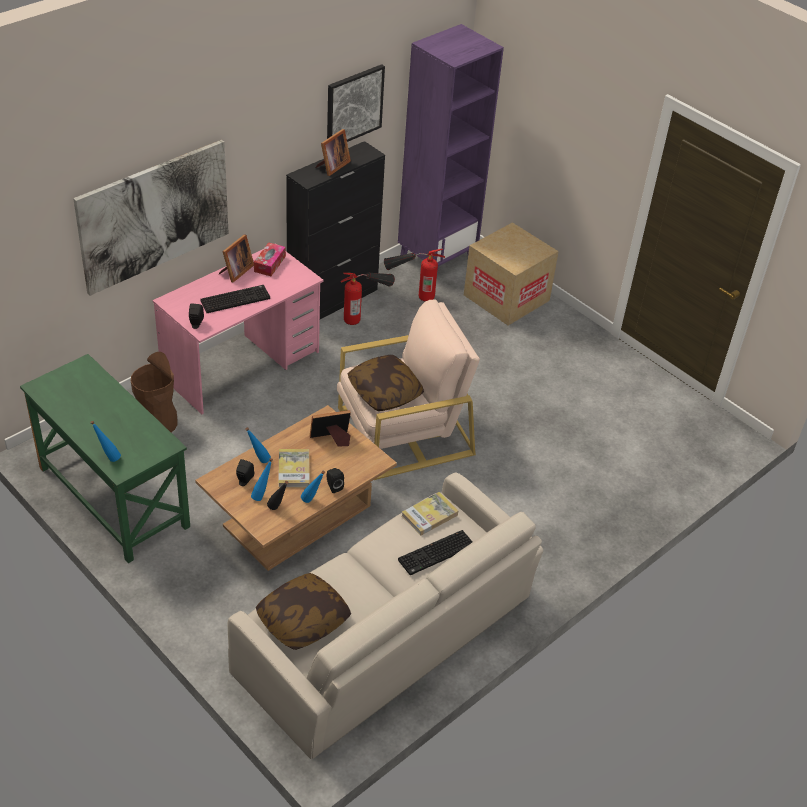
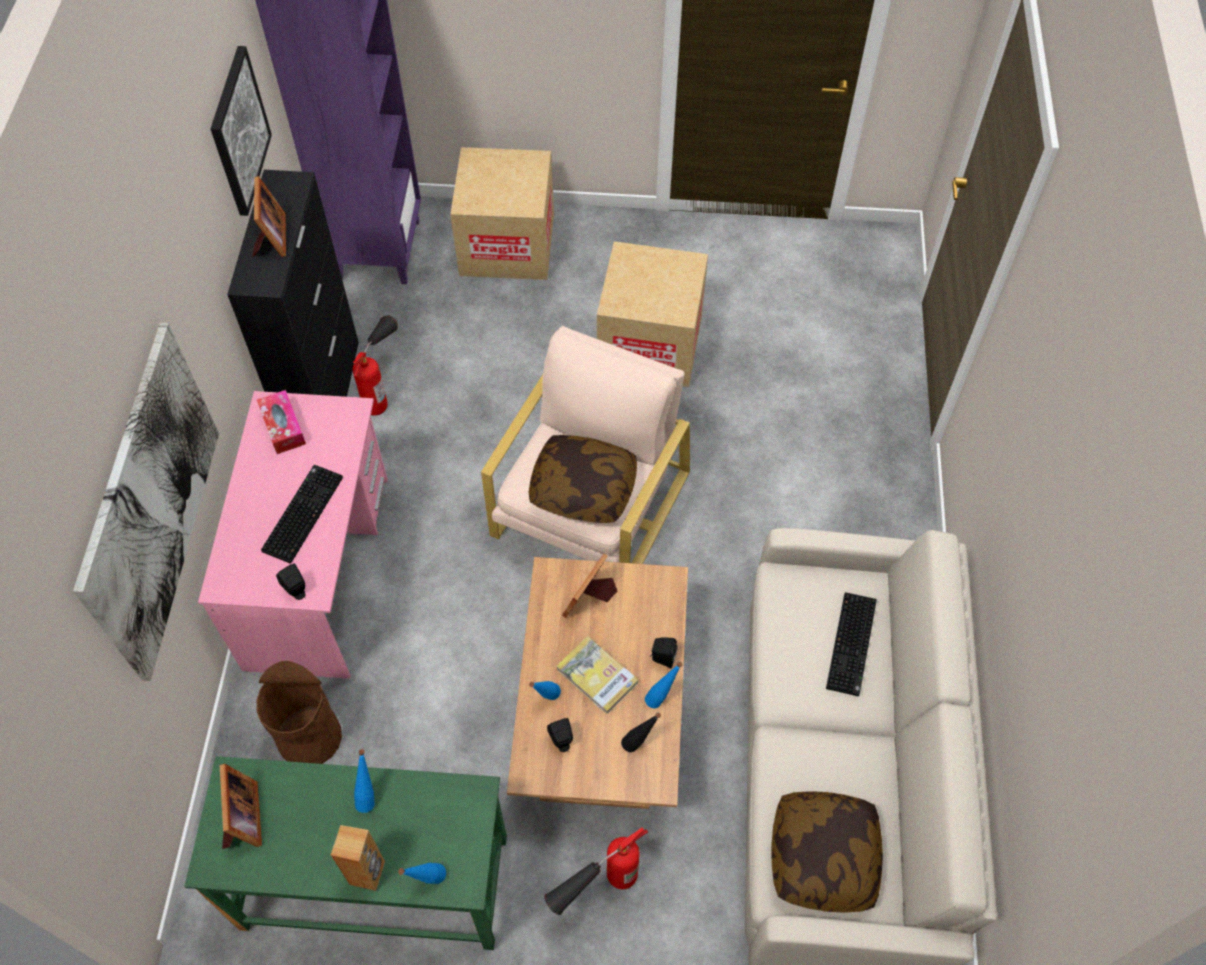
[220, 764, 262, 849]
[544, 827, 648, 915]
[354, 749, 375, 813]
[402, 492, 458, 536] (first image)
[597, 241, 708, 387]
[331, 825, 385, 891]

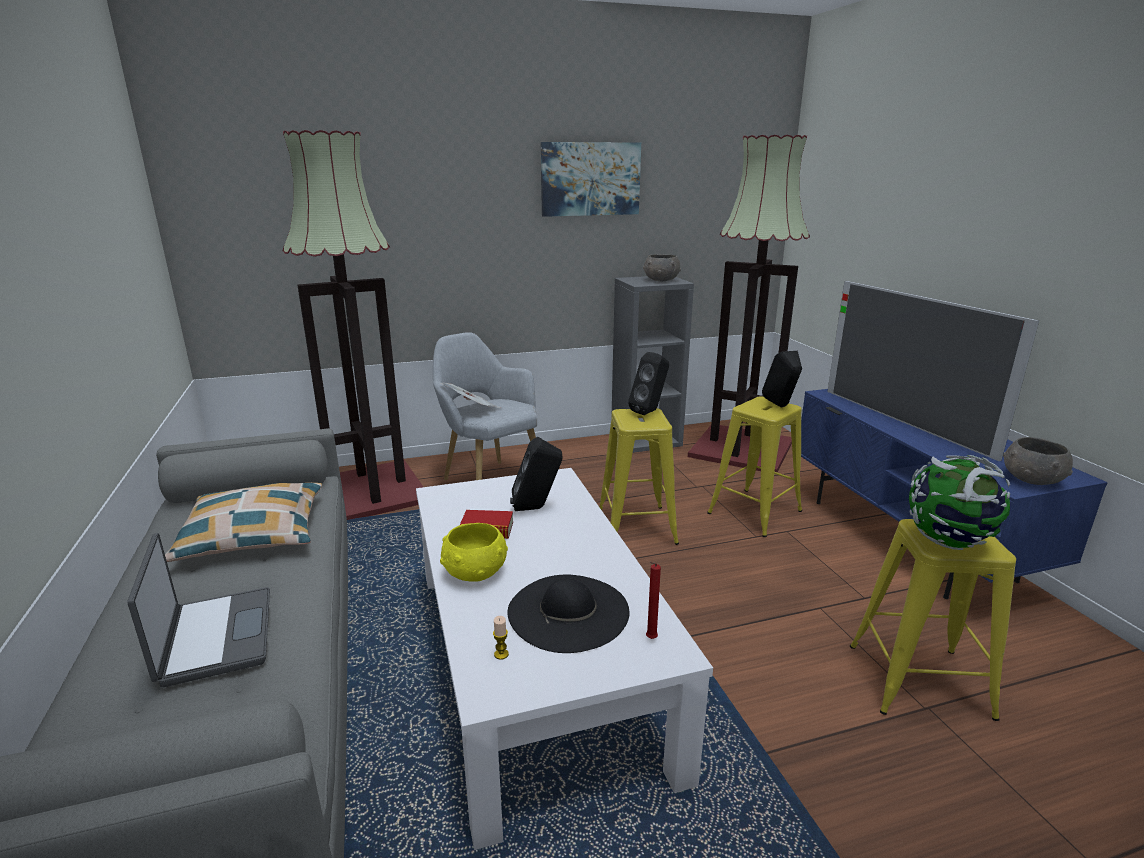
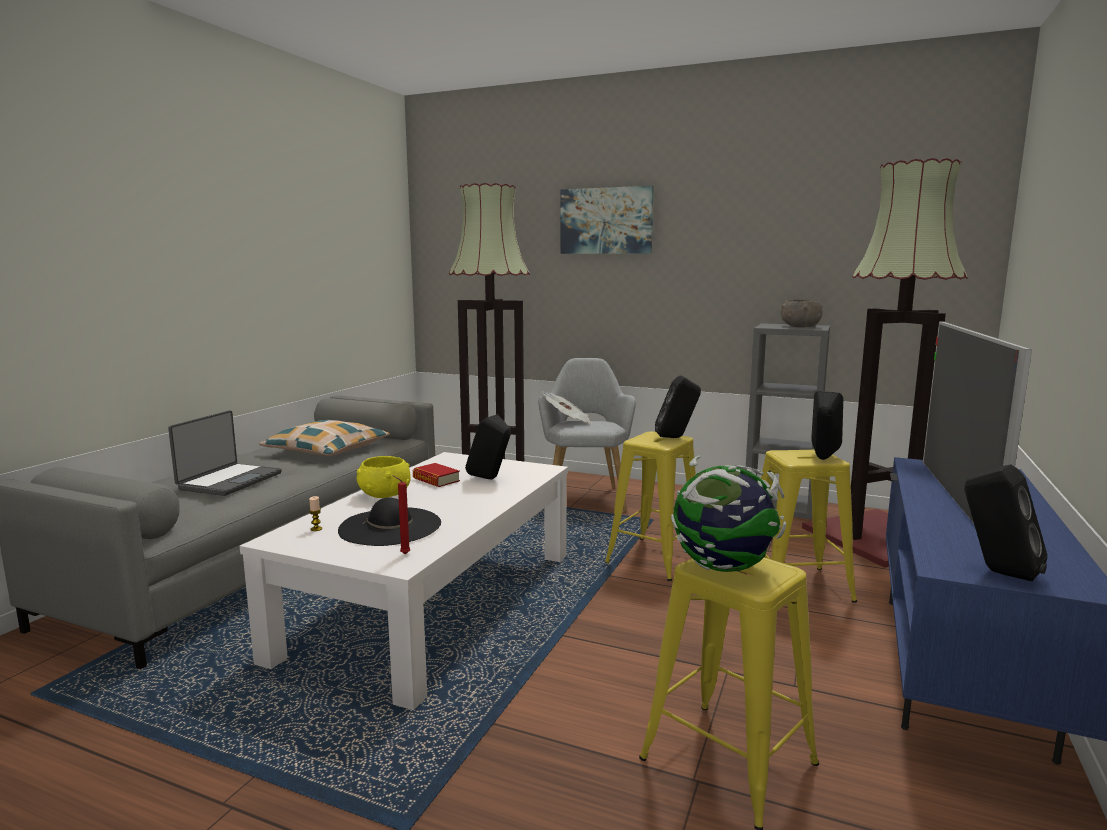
[560, 186, 654, 254]
[965, 464, 1048, 581]

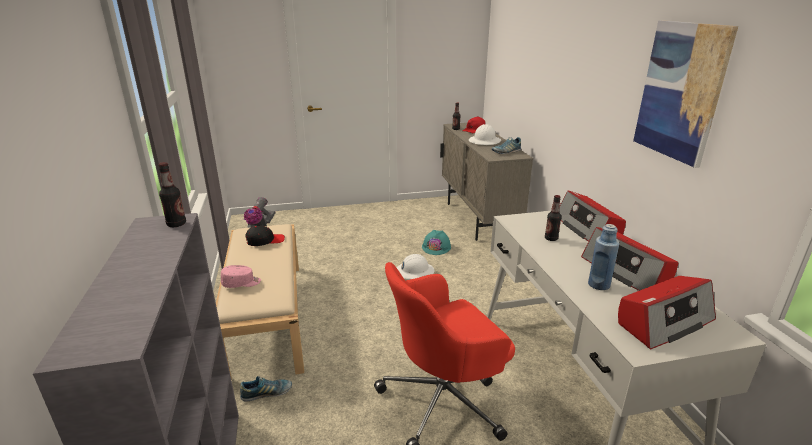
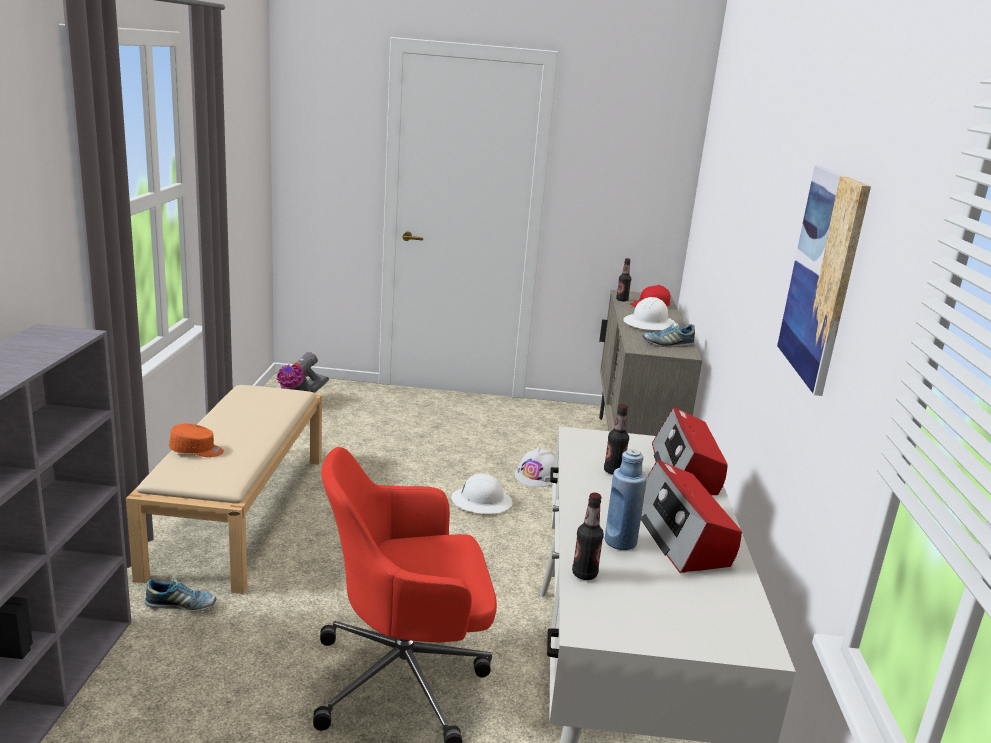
[572, 493, 604, 580]
[245, 225, 285, 246] (first image)
[515, 447, 555, 487]
[169, 423, 224, 457]
[618, 276, 716, 349] (first image)

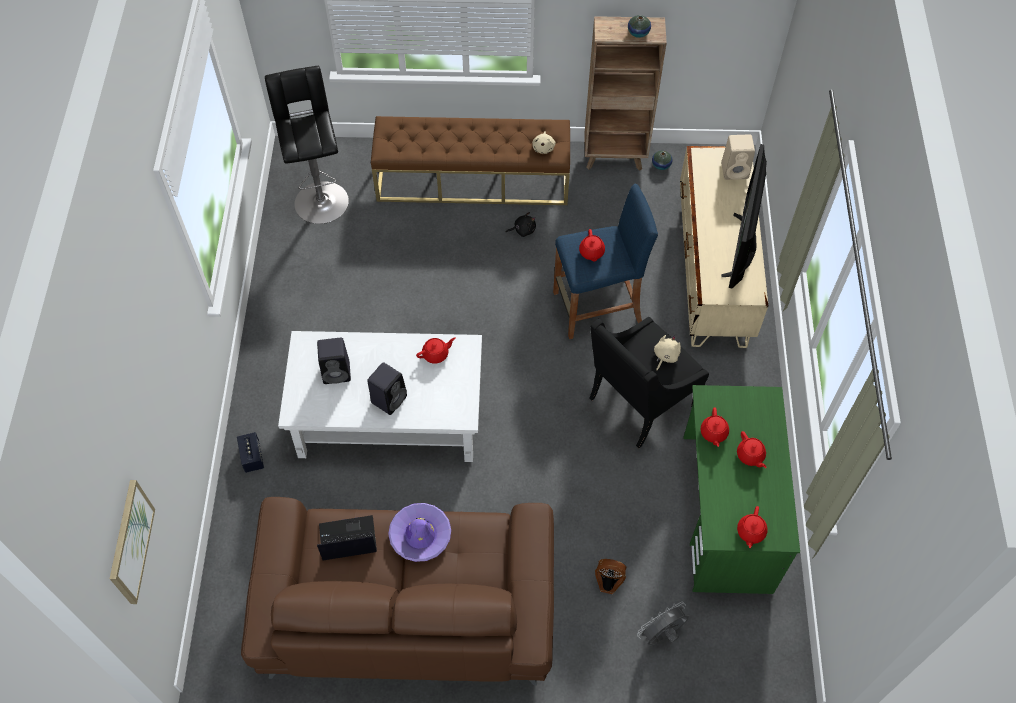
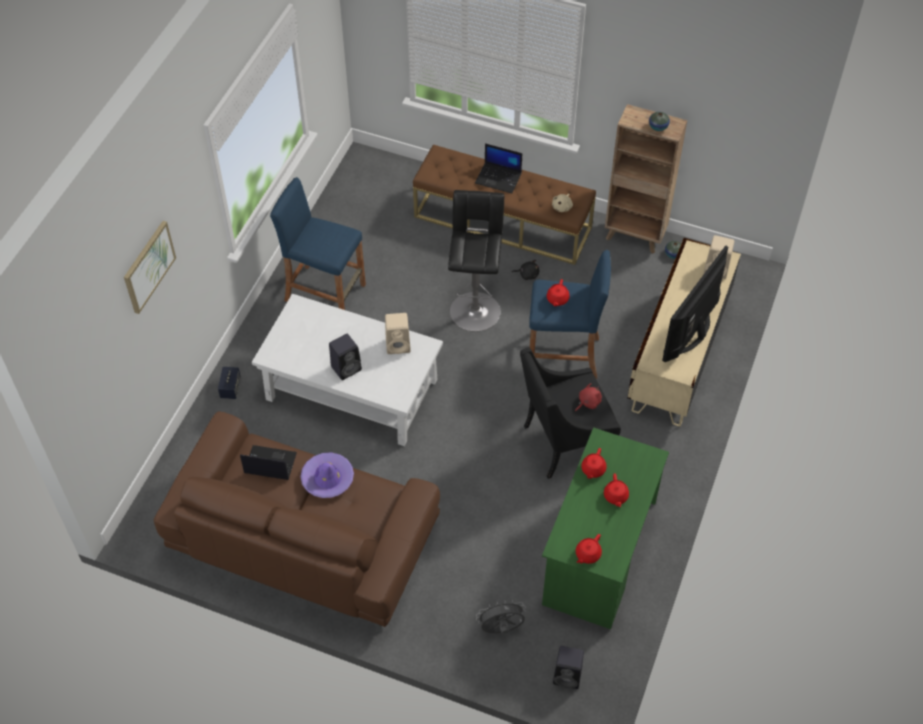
[448, 190, 504, 332]
[575, 383, 602, 411]
[385, 313, 411, 354]
[553, 646, 584, 689]
[124, 221, 176, 314]
[595, 559, 626, 594] (first image)
[475, 143, 522, 193]
[270, 177, 366, 310]

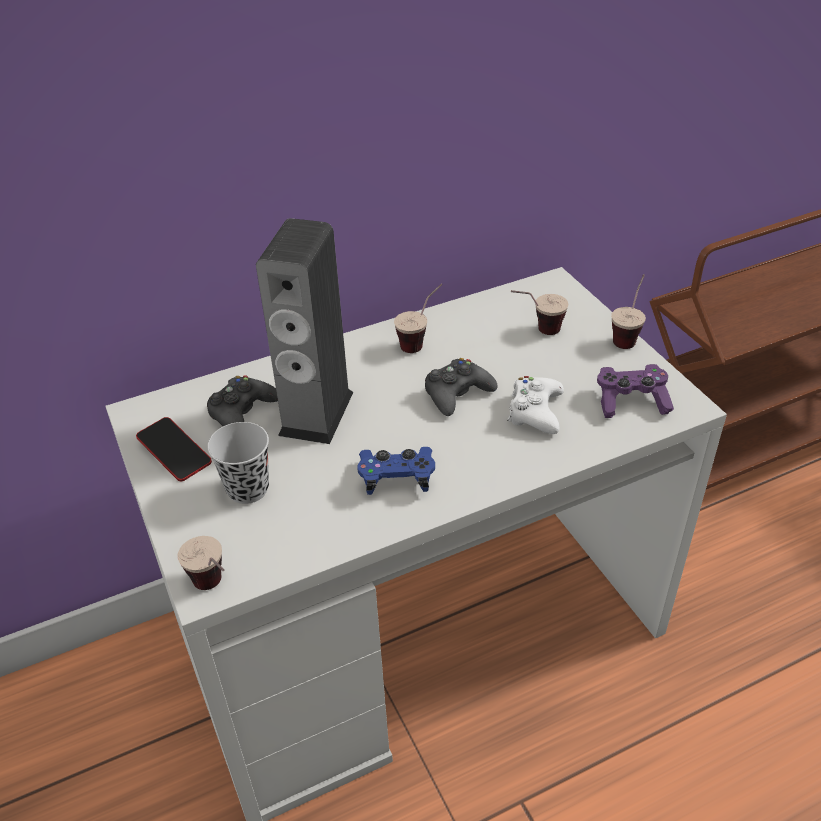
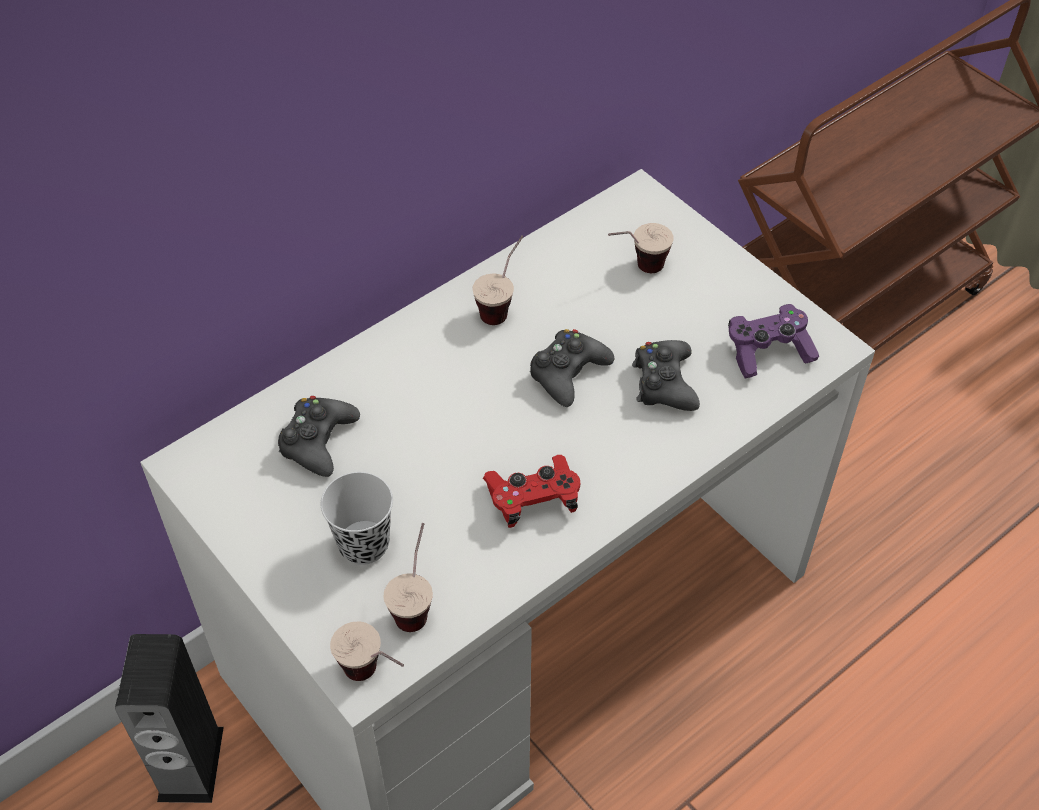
[115, 634, 224, 803]
[384, 523, 433, 632]
[632, 340, 700, 411]
[136, 417, 212, 481] (first image)
[483, 455, 580, 528]

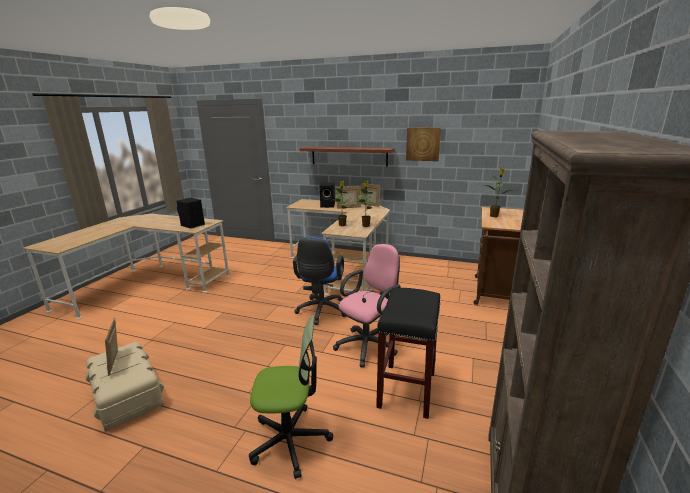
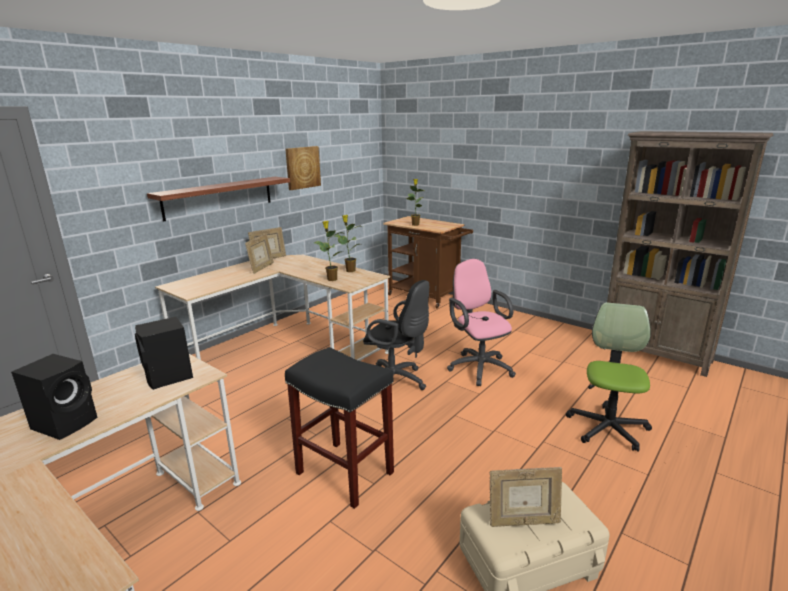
[11, 354, 97, 440]
[363, 280, 429, 390]
[285, 347, 394, 509]

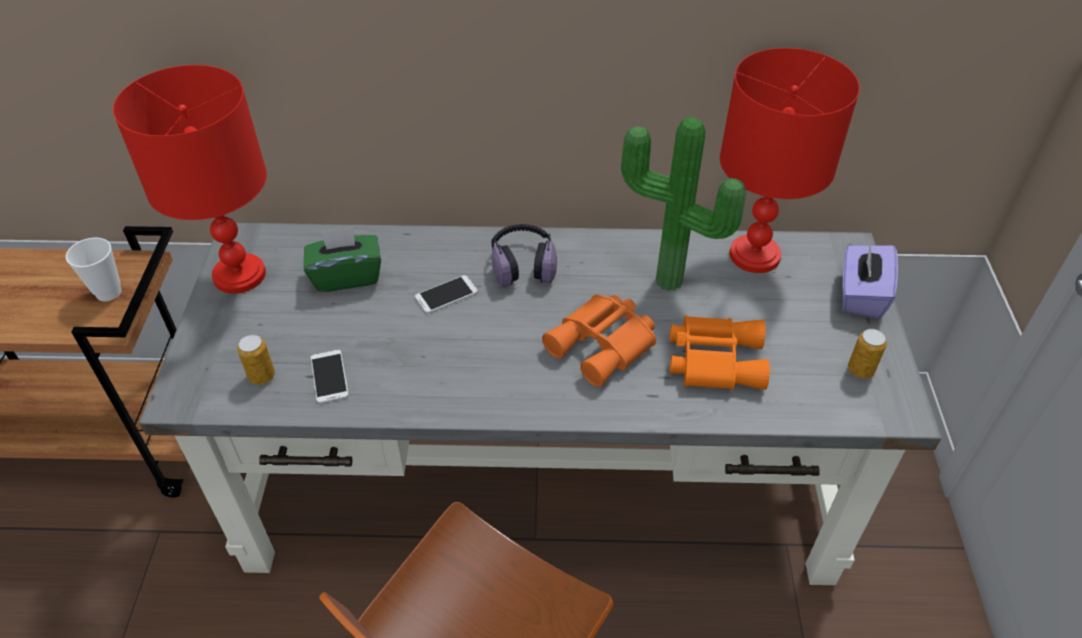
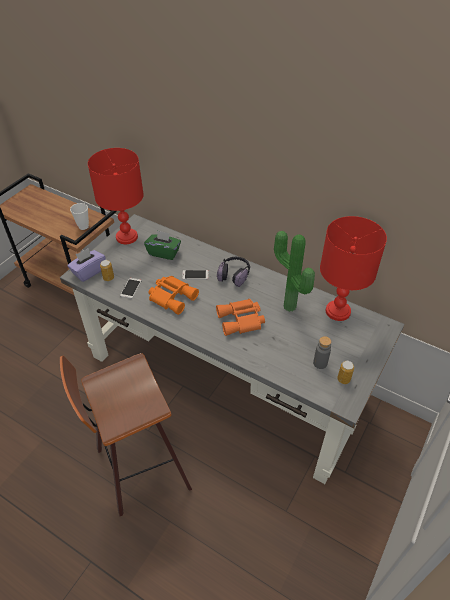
[67, 248, 106, 282]
[149, 276, 199, 315]
[313, 336, 331, 369]

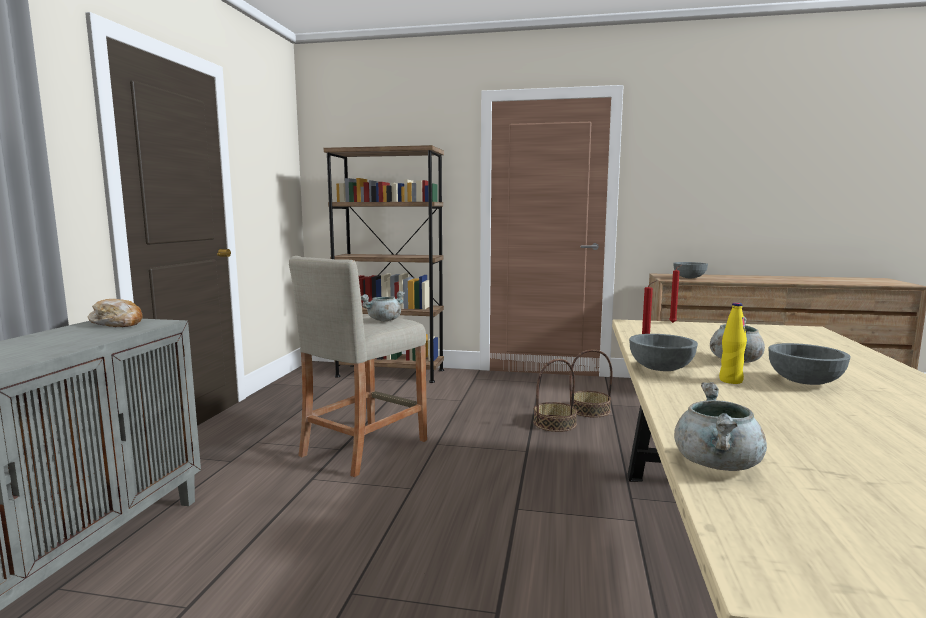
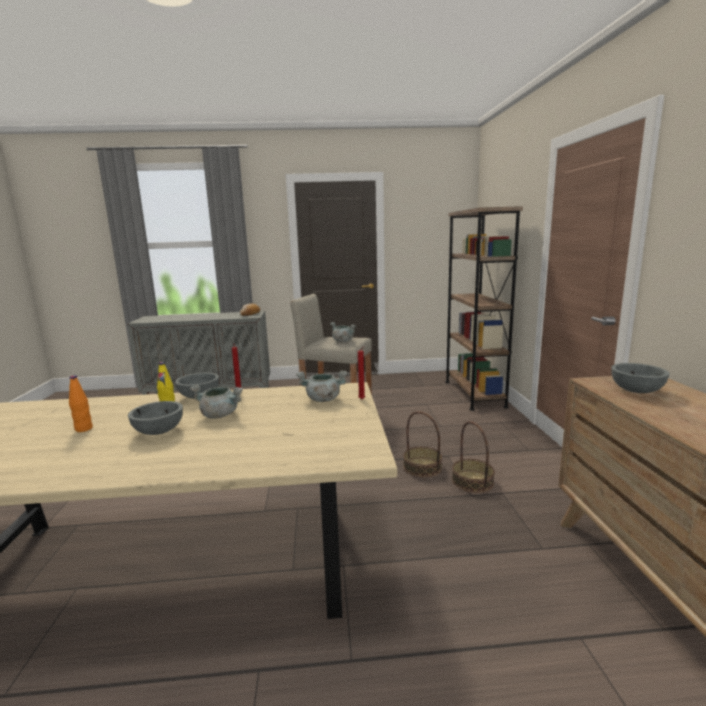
[296, 370, 347, 402]
[69, 375, 93, 432]

